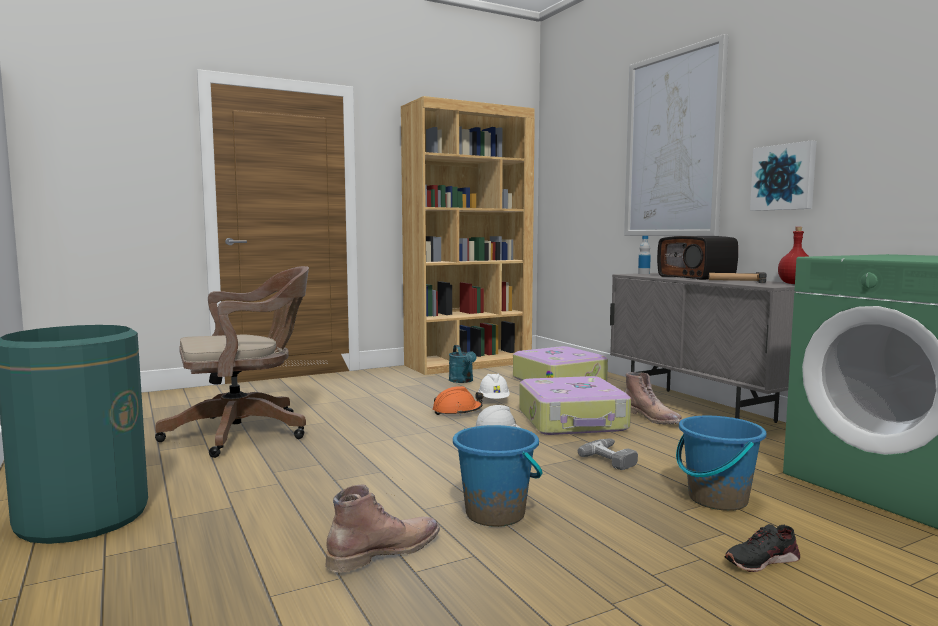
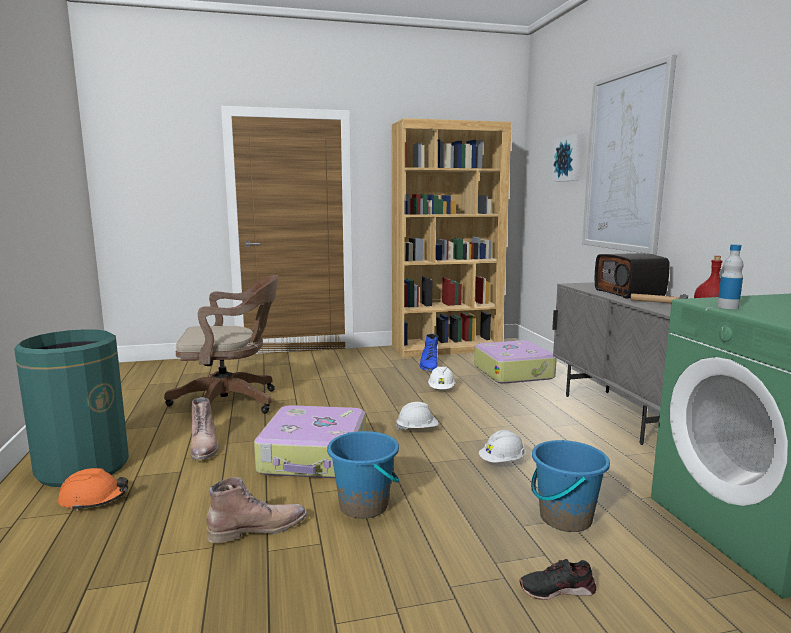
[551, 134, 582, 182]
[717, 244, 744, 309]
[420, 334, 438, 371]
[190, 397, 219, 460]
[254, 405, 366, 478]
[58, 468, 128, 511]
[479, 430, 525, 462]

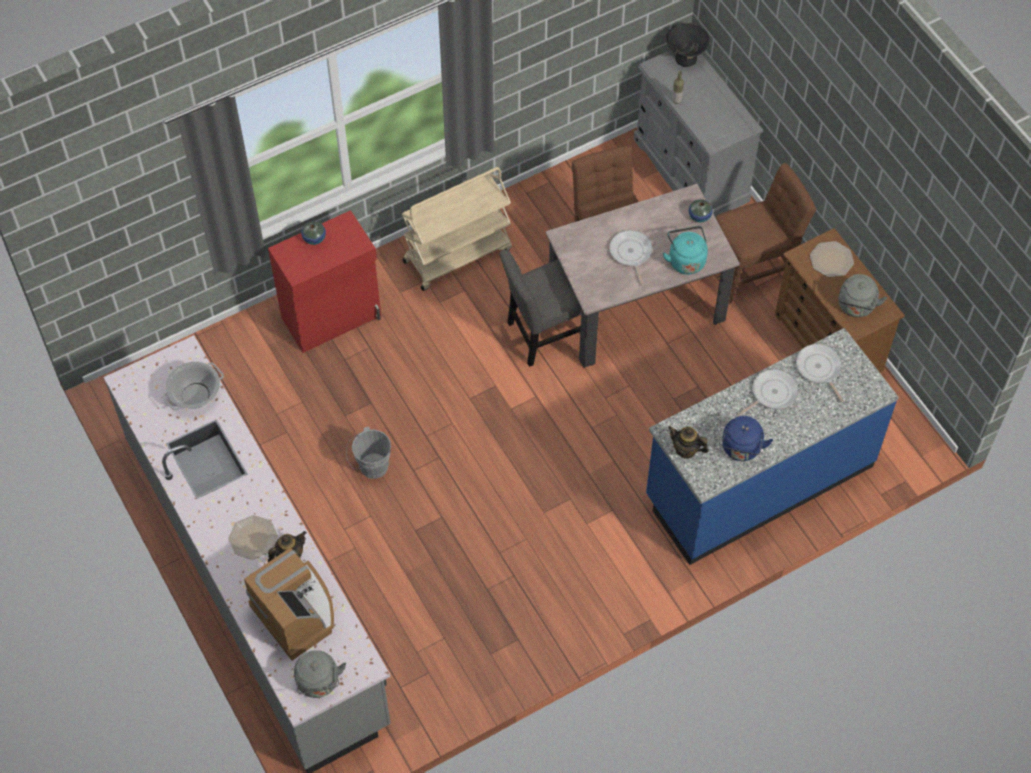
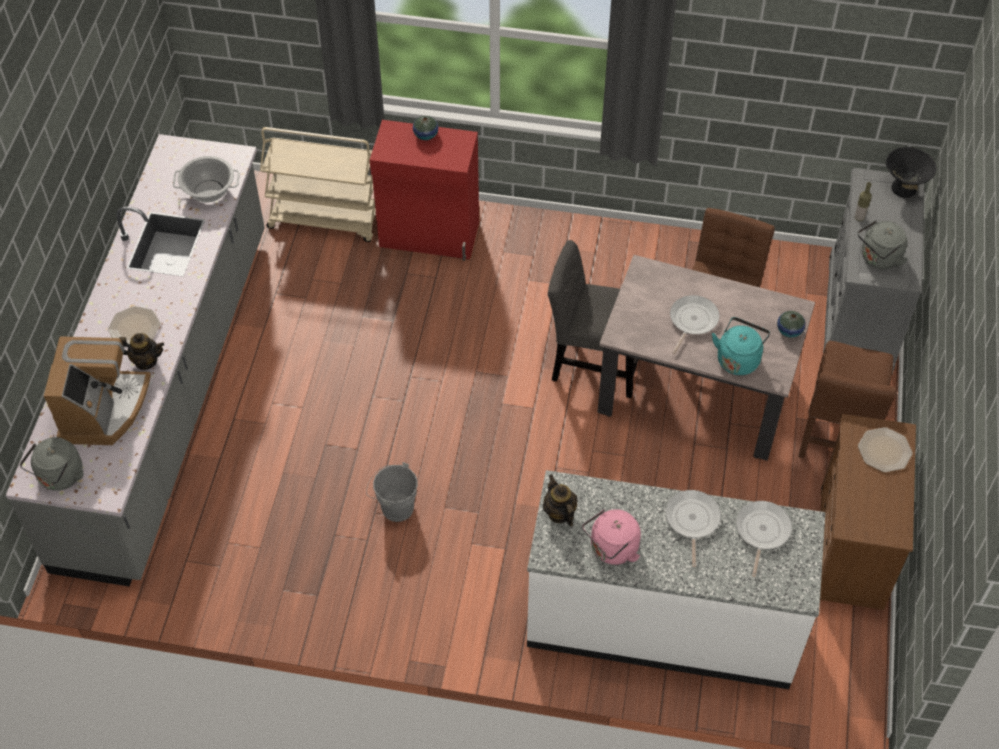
[798, 341, 896, 458]
[260, 127, 376, 242]
[858, 220, 908, 269]
[527, 470, 826, 689]
[665, 490, 721, 567]
[582, 509, 641, 565]
[366, 462, 418, 522]

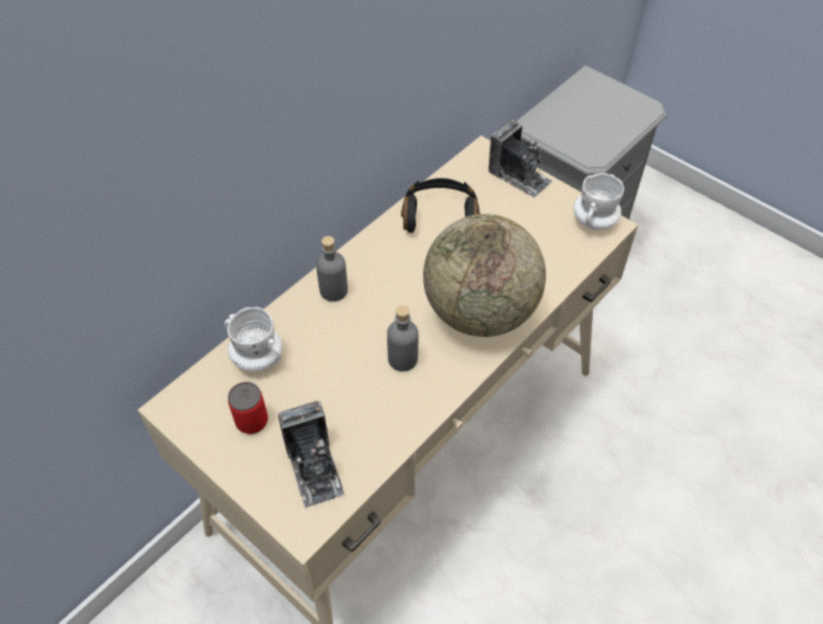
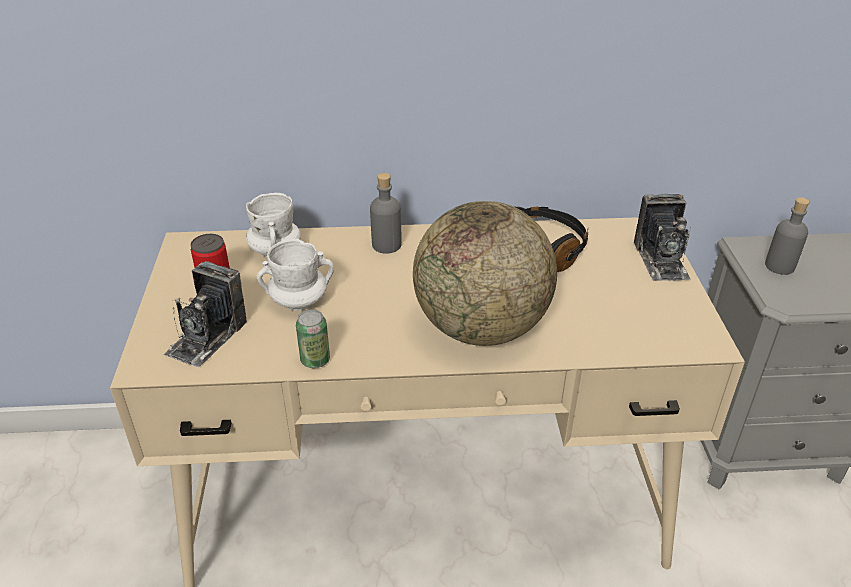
[257, 239, 334, 311]
[765, 197, 810, 275]
[296, 310, 330, 368]

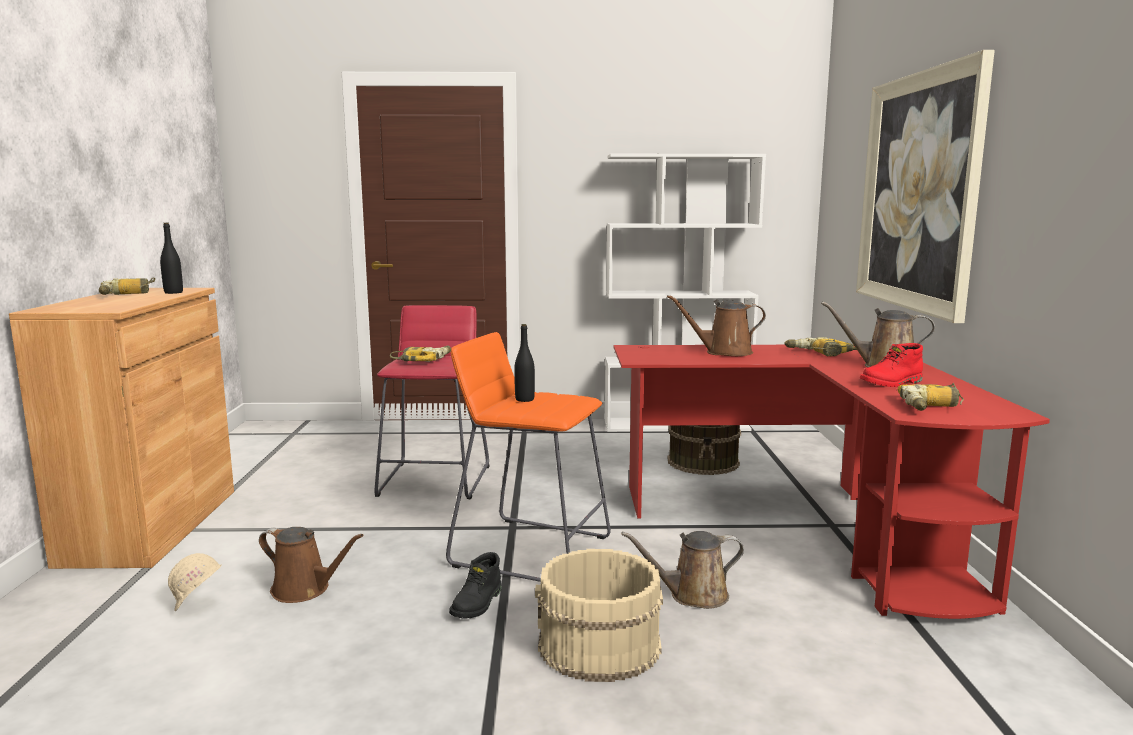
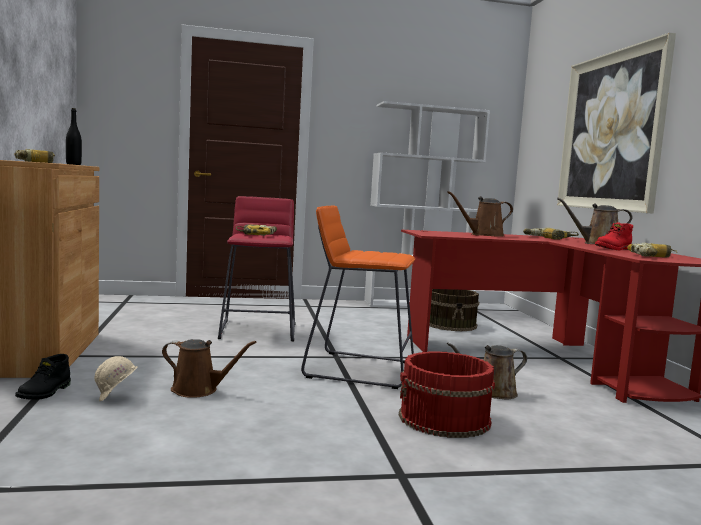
[514, 324, 535, 402] (first image)
[399, 351, 495, 438]
[15, 354, 71, 400]

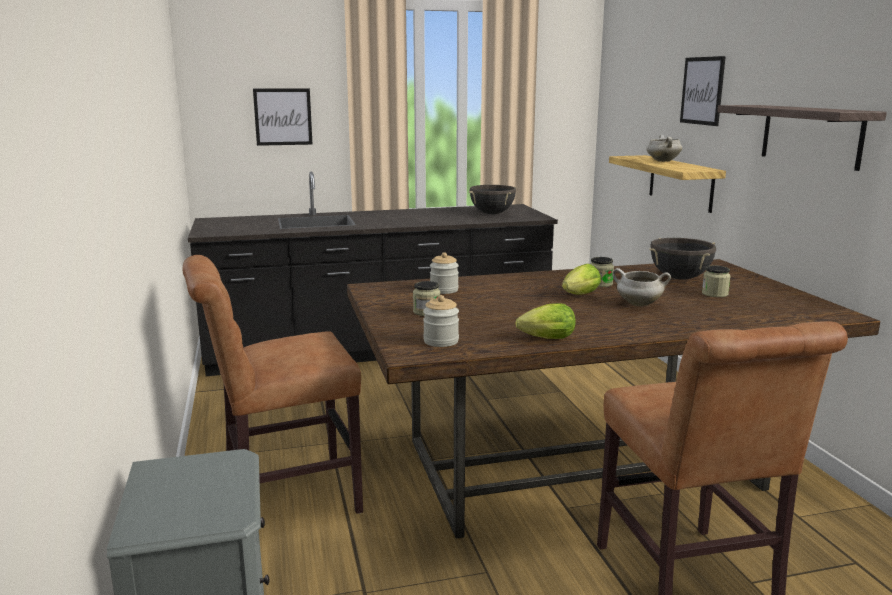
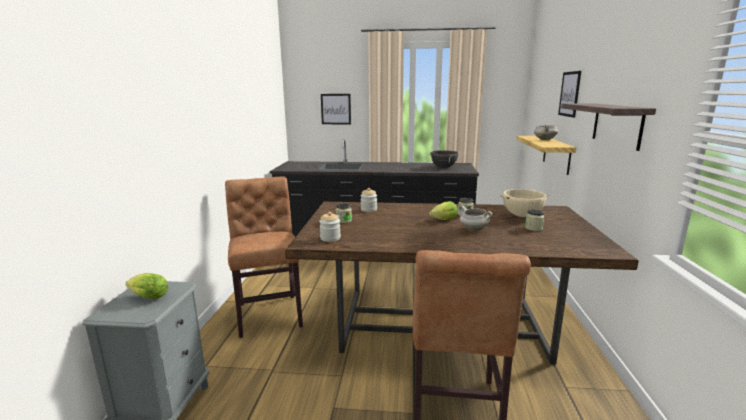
[499, 189, 550, 217]
[225, 176, 303, 338]
[126, 273, 168, 299]

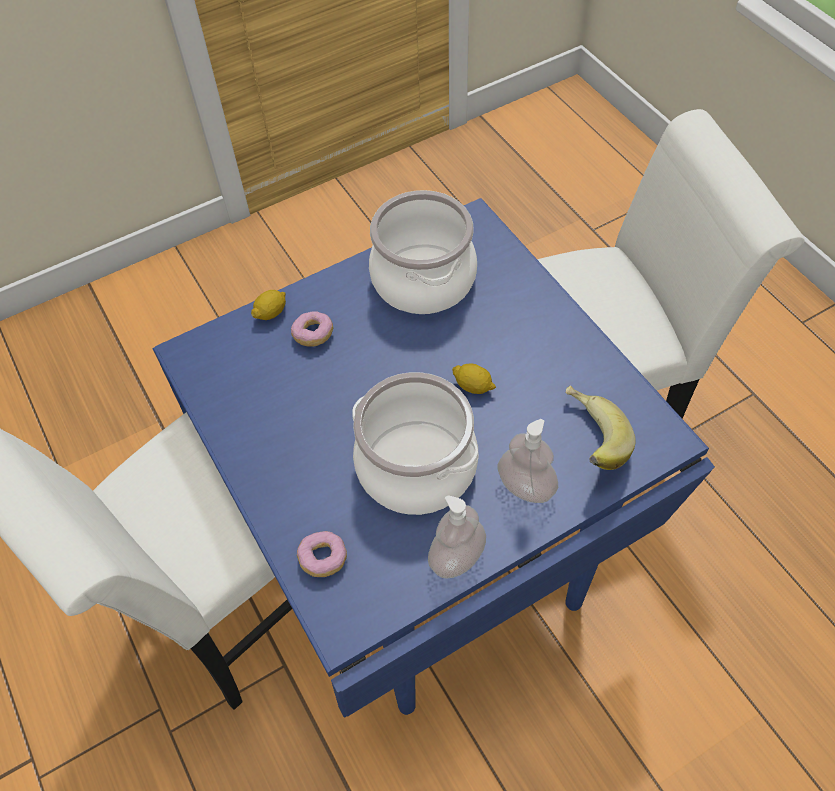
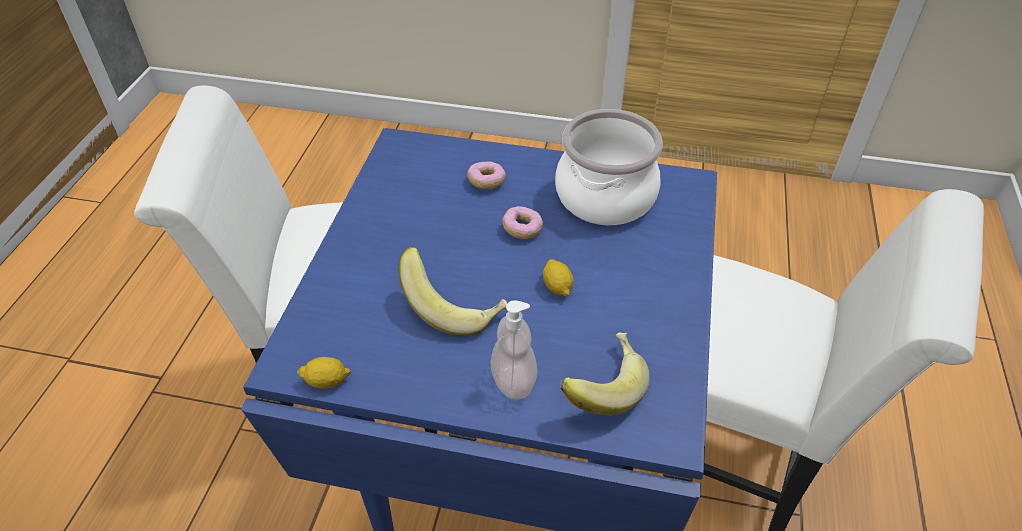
[297, 357, 351, 389]
[399, 247, 507, 336]
[428, 495, 486, 579] (first image)
[502, 206, 543, 239]

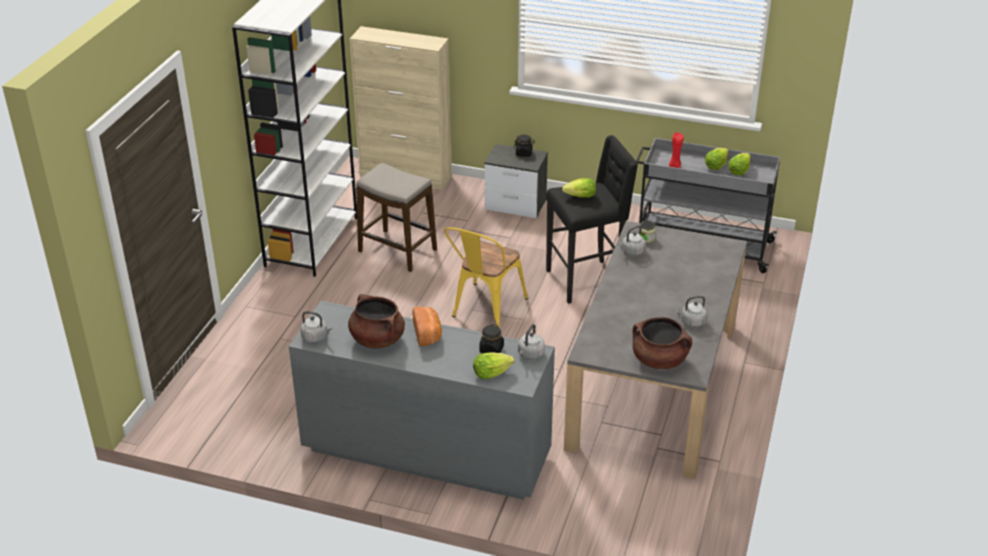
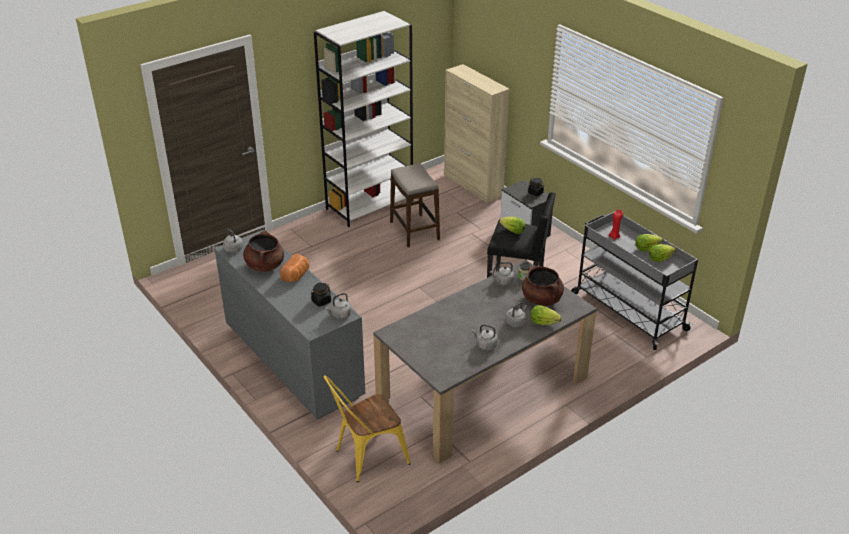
[324, 375, 411, 482]
[522, 266, 564, 306]
[530, 305, 562, 325]
[505, 302, 527, 327]

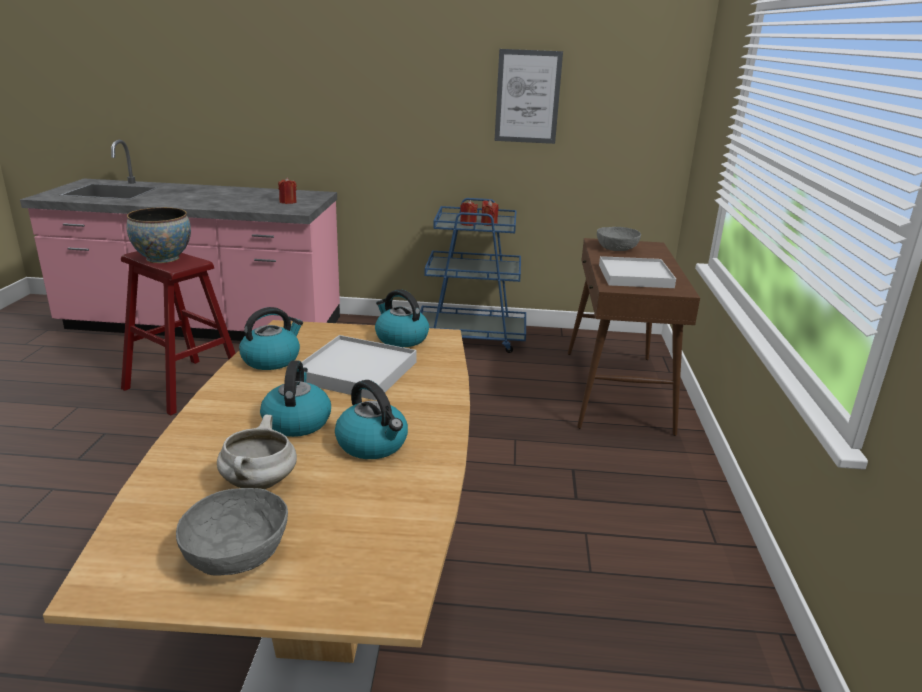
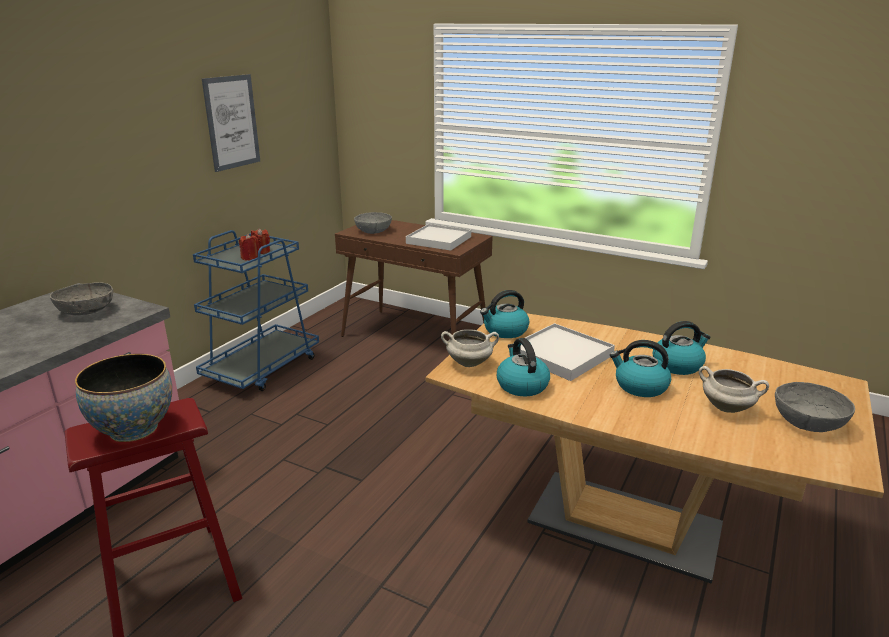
[50, 282, 113, 315]
[441, 330, 499, 367]

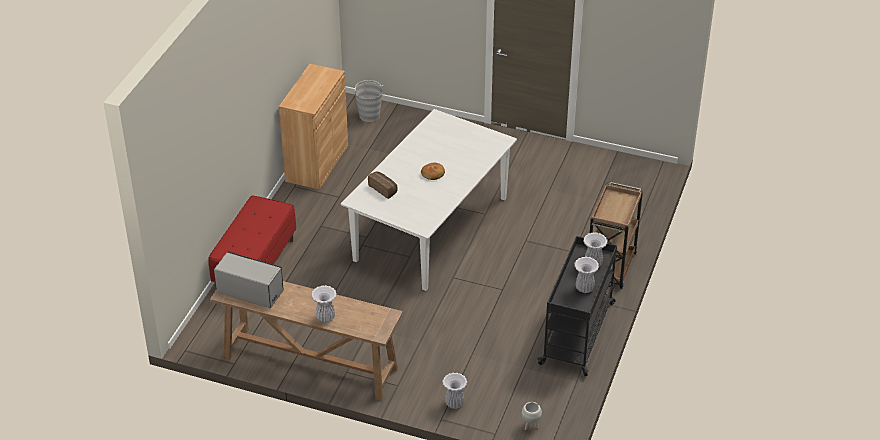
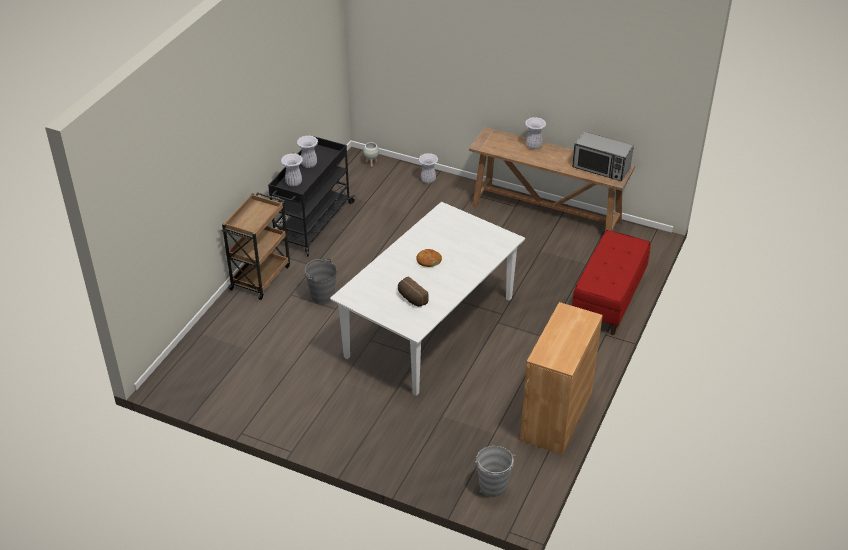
[398, 277, 429, 307]
[305, 258, 337, 305]

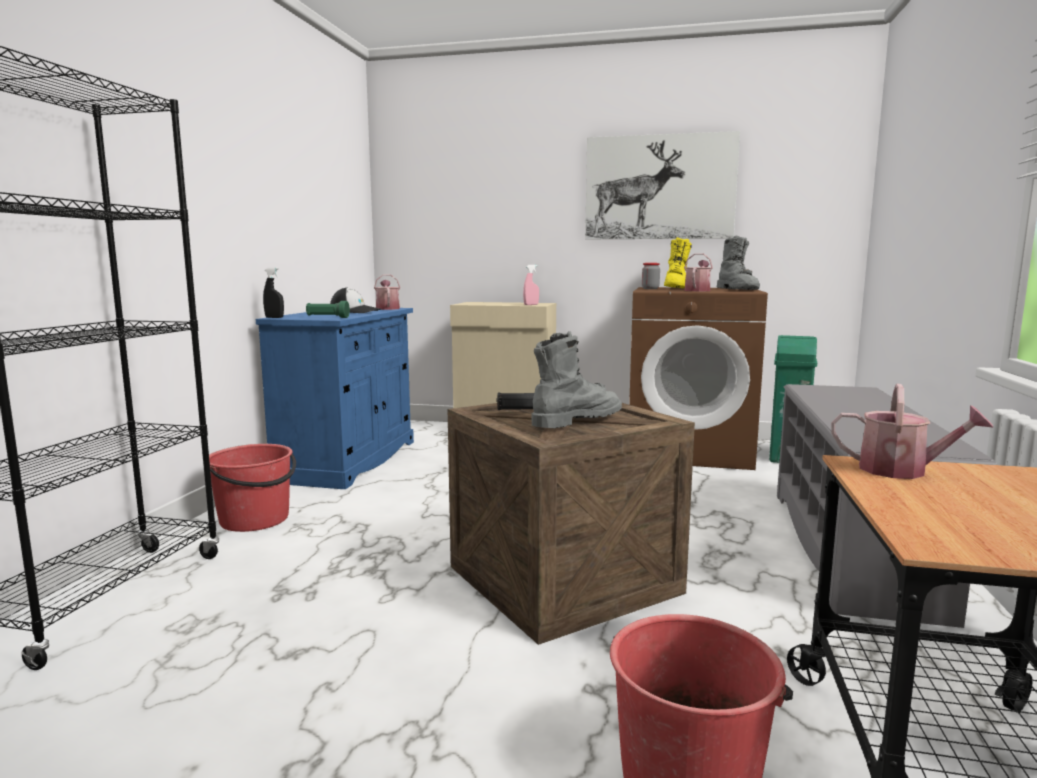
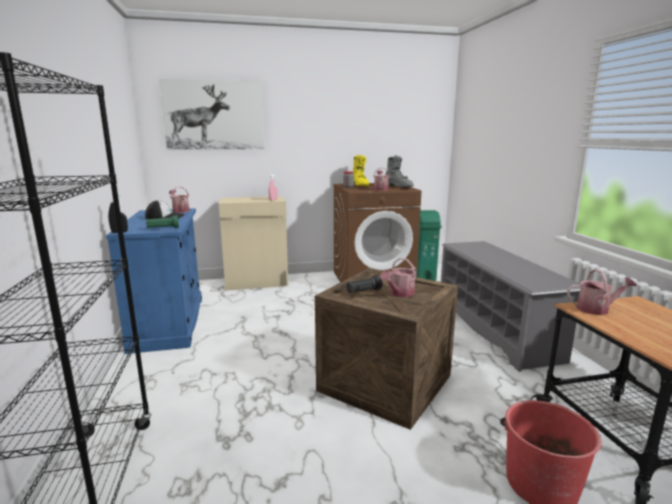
[159, 79, 265, 150]
[381, 258, 417, 297]
[209, 444, 296, 532] (first image)

